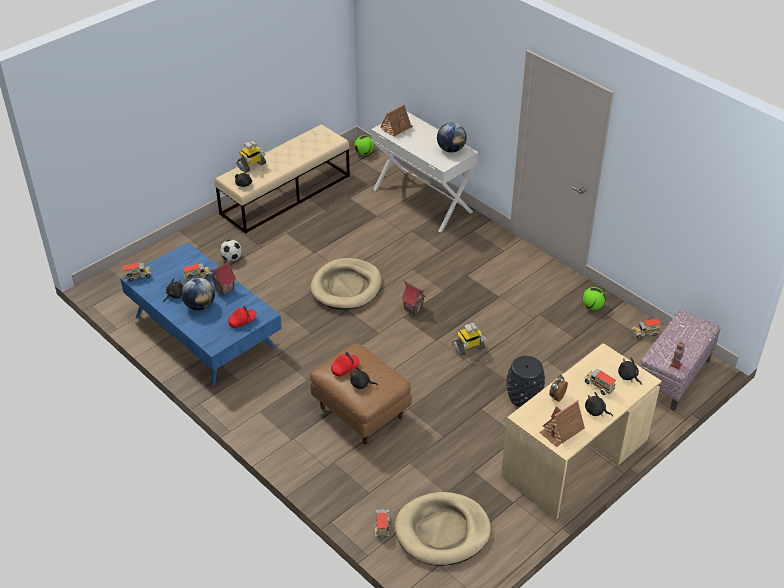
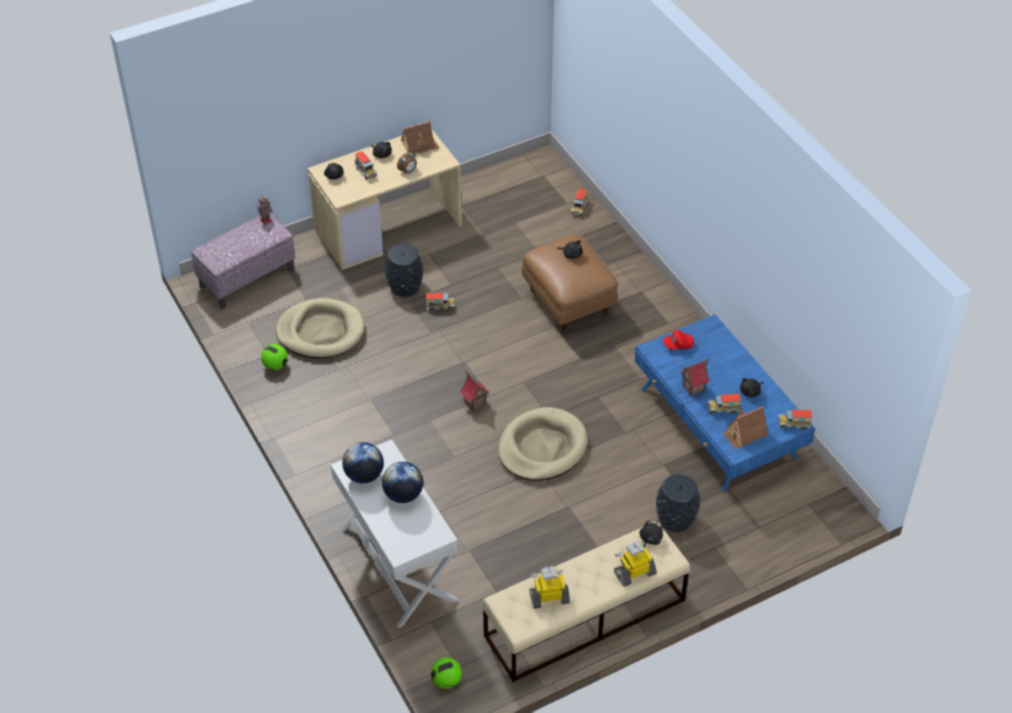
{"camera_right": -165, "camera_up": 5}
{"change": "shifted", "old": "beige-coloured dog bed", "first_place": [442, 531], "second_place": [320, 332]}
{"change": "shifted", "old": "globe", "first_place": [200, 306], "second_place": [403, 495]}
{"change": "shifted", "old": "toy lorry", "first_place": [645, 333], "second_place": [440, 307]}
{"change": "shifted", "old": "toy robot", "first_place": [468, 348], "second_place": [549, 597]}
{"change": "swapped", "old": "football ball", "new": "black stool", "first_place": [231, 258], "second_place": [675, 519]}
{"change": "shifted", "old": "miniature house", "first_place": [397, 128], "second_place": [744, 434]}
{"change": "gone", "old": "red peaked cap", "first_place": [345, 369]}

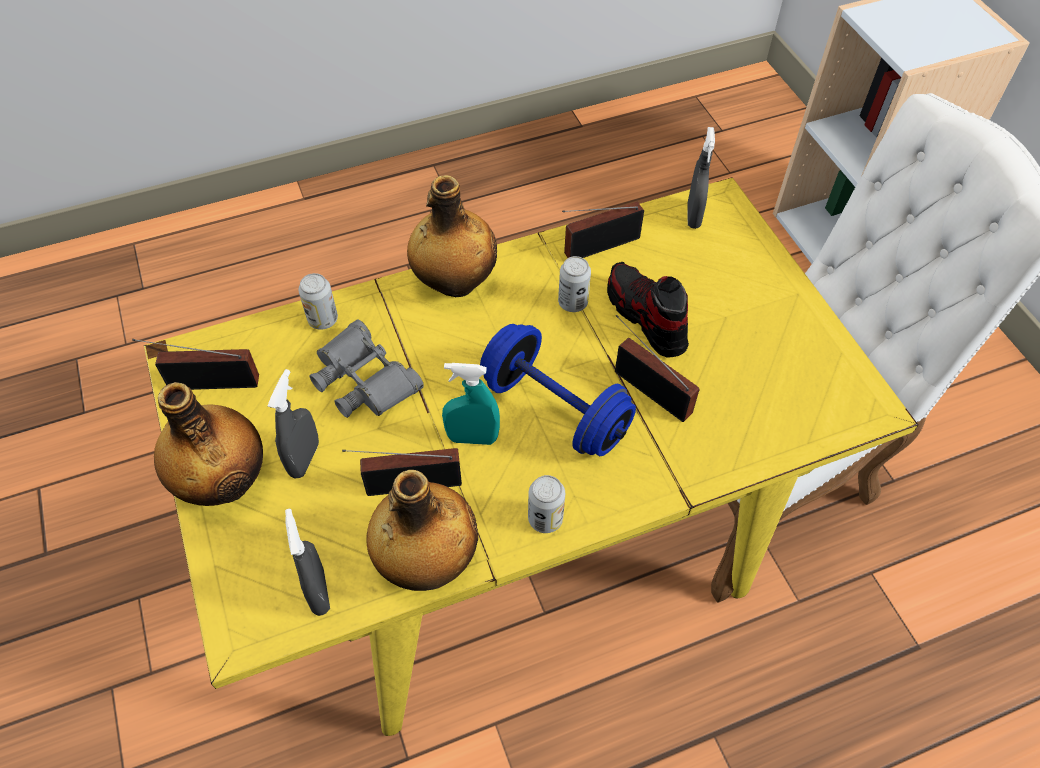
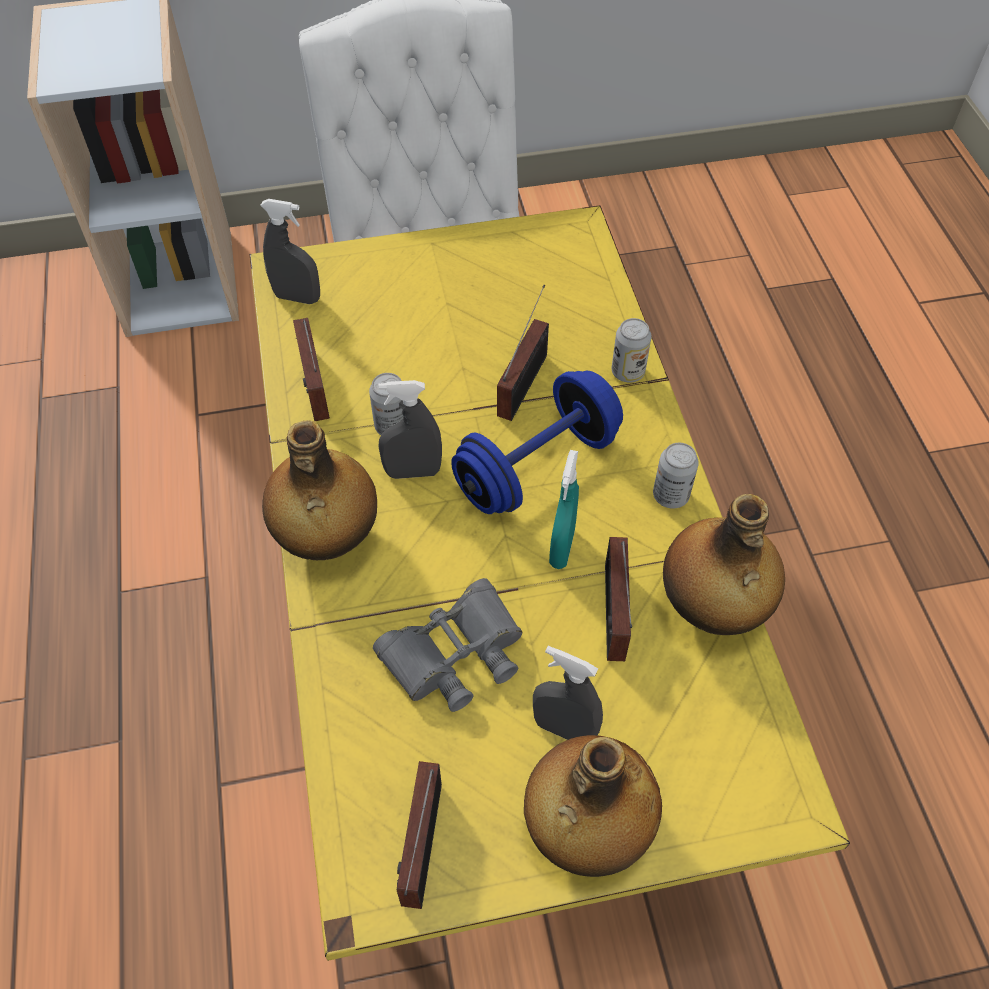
{"camera_right": -80, "camera_up": 0}
{"change": "shifted", "old": "greyish hand sprayer", "first_place": [319, 591], "second_place": [413, 472]}
{"change": "rotated", "old": "radio", "first_place": [649, 389], "second_place": [525, 382], "degrees": 150}
{"change": "shifted", "old": "can", "first_place": [323, 320], "second_place": [628, 372]}
{"change": "gone", "old": "low shoe", "first_place": [646, 317]}

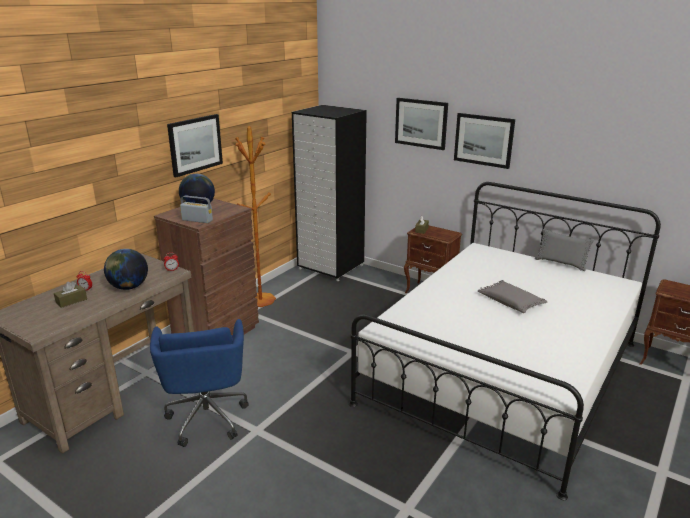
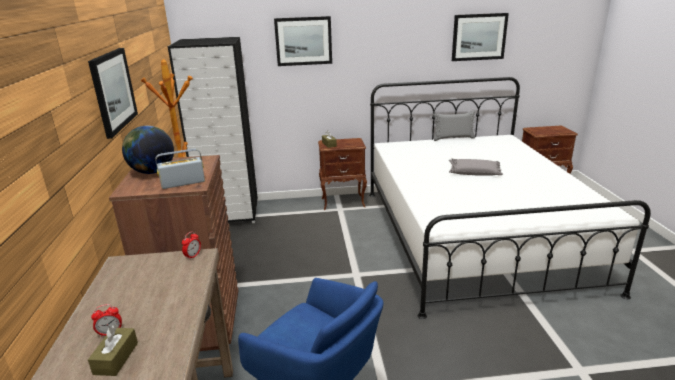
{"camera_right": -40, "camera_up": 0}
{"change": "shifted", "old": "wall picture", "first_place": [483, 140], "second_place": [479, 37]}
{"change": "gone", "old": "globe", "first_place": [128, 287]}

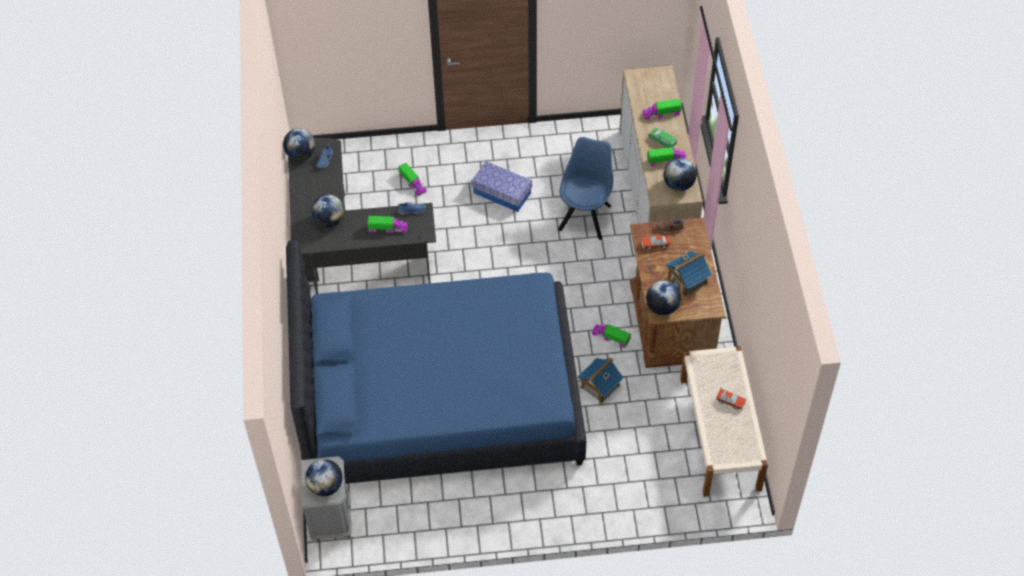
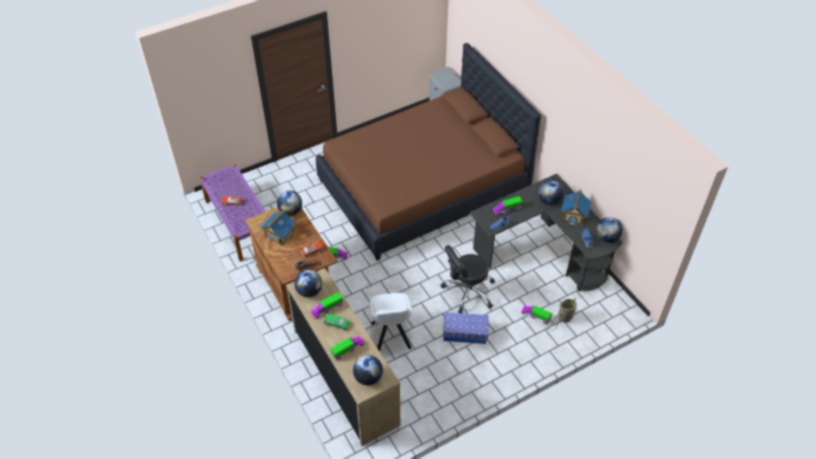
{"camera_right": 155, "camera_up": -5}
{"change": "repainted", "old": "beige-coloured bench", "new": "purple bench", "first_place": [720, 433], "second_place": [239, 223]}
{"change": "repainted", "old": "blue bed", "new": "brown-coloured bed", "first_place": [439, 398], "second_place": [424, 186]}
{"change": "shifted", "old": "globe", "first_place": [325, 486], "second_place": [368, 378]}
{"change": "repainted", "old": "blue upright chair", "new": "white upright chair", "first_place": [585, 217], "second_place": [391, 335]}
{"change": "new", "new": "black desk chair", "second_place": [466, 292]}
{"change": "new", "new": "basket", "second_place": [564, 318]}
{"change": "shifted", "old": "miniature house", "first_place": [599, 386], "second_place": [574, 215]}

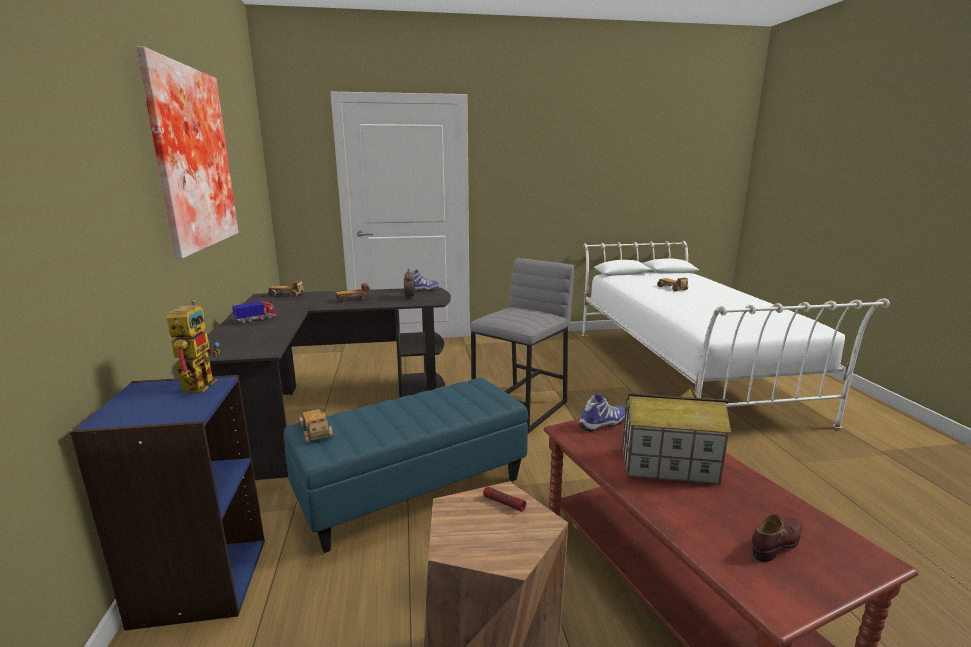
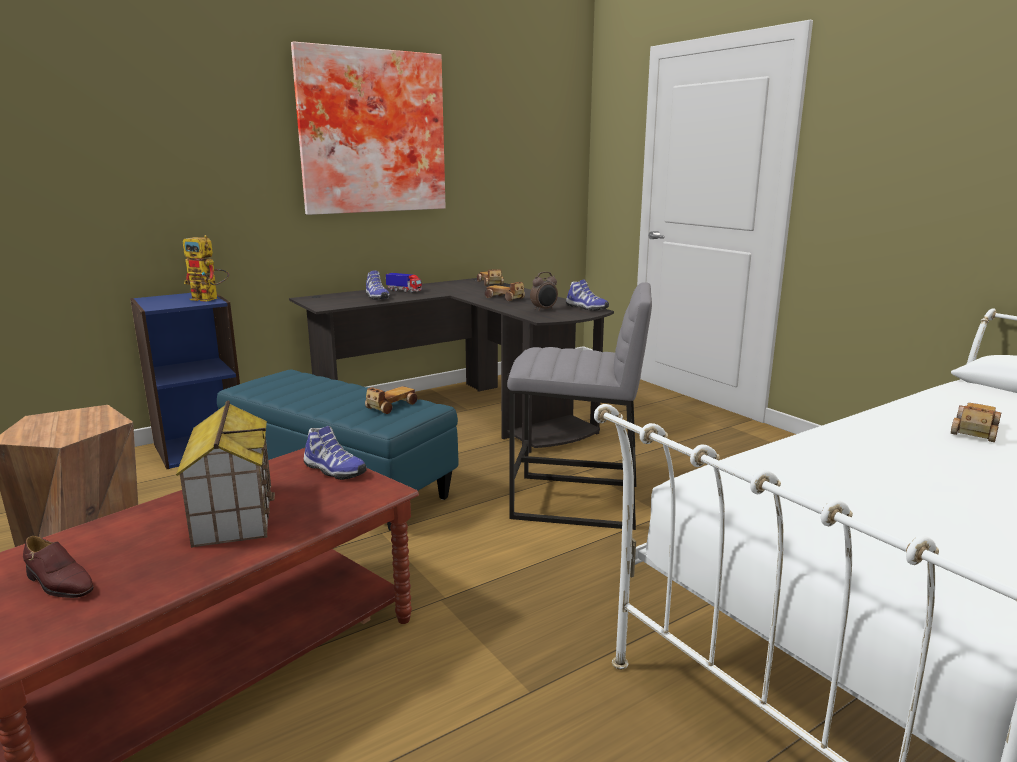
{"camera_right": 65, "camera_up": 0}
{"change": "rotated", "old": "toy robot", "first_place": [200, 383], "second_place": [210, 299], "degrees": 45}
{"change": "shifted", "old": "miniature car", "first_place": [316, 432], "second_place": [391, 406]}
{"change": "new", "new": "low shoe", "second_place": [376, 297]}
{"change": "gone", "old": "hand torch", "first_place": [503, 503]}

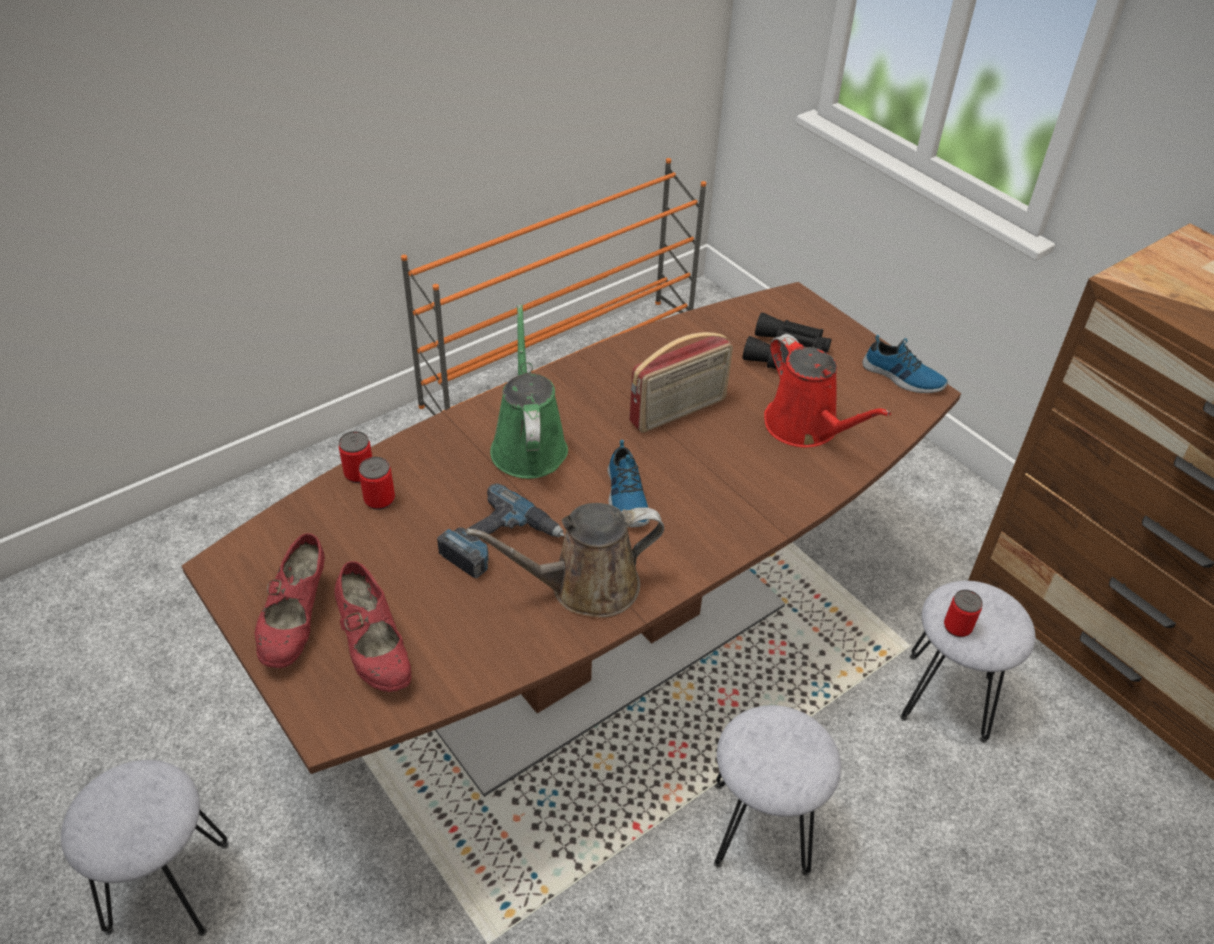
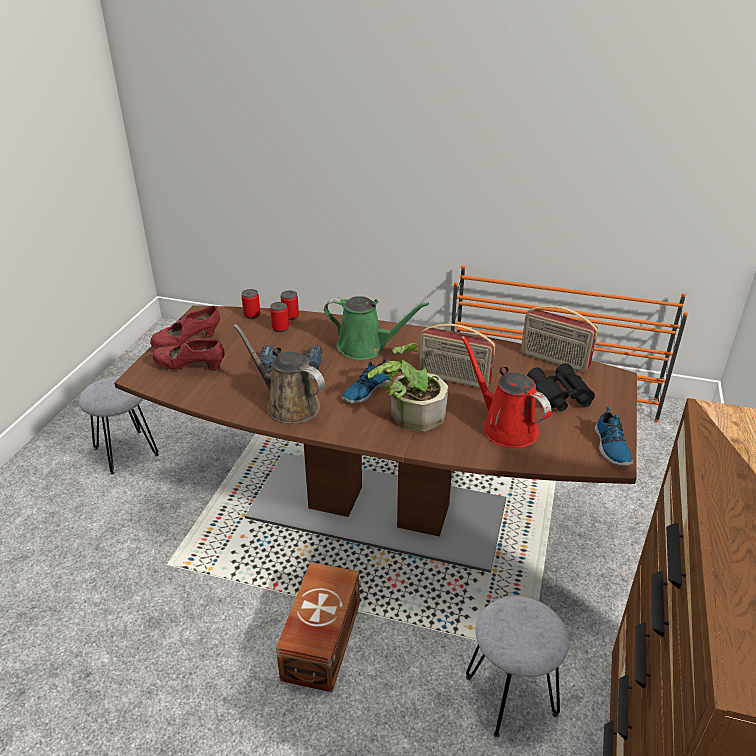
{"camera_right": 55, "camera_up": -10}
{"change": "rotated", "old": "red low shoe", "first_place": [374, 650], "second_place": [191, 367], "degrees": 75}
{"change": "shifted", "old": "can", "first_place": [957, 627], "second_place": [252, 315]}
{"change": "swapped", "old": "greyish stool", "new": "brown-coloured storage bin", "first_place": [760, 828], "second_place": [319, 641]}
{"change": "rotated", "old": "greenish sprinkling can", "first_place": [528, 445], "second_place": [366, 347], "degrees": 60}
{"change": "new", "new": "potted plant", "second_place": [410, 414]}
{"change": "rotated", "old": "red sprinkling can", "first_place": [806, 427], "second_place": [505, 427], "degrees": 120}
{"change": "new", "new": "radio", "second_place": [554, 360]}

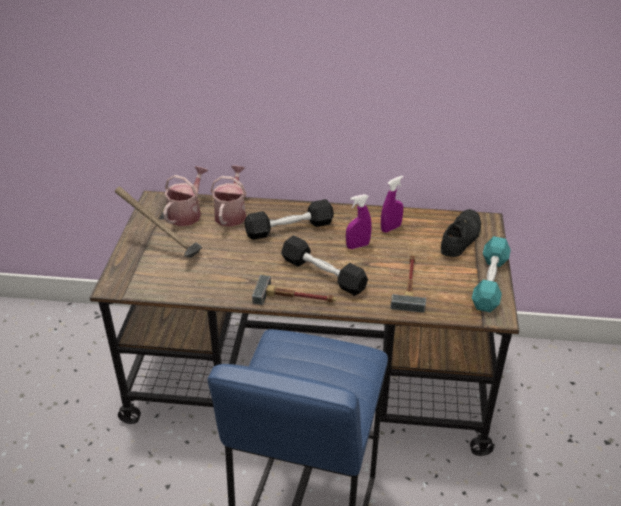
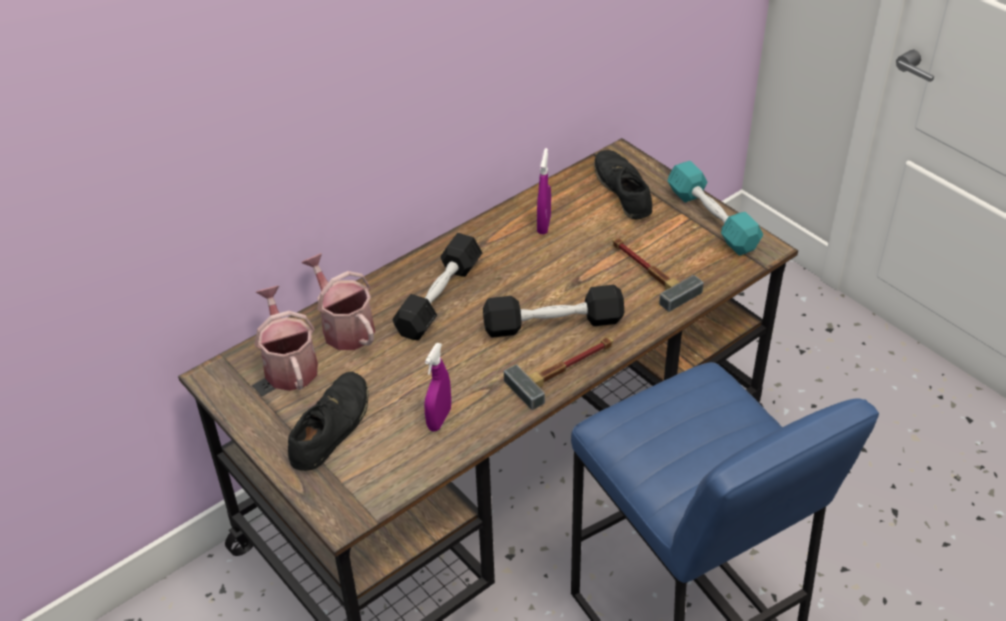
{"camera_right": -45, "camera_up": 5}
{"change": "swapped", "old": "hand hammer", "new": "black low shoe", "first_place": [163, 249], "second_place": [330, 427]}
{"change": "shifted", "old": "purple hand sprayer", "first_place": [357, 246], "second_place": [439, 419]}

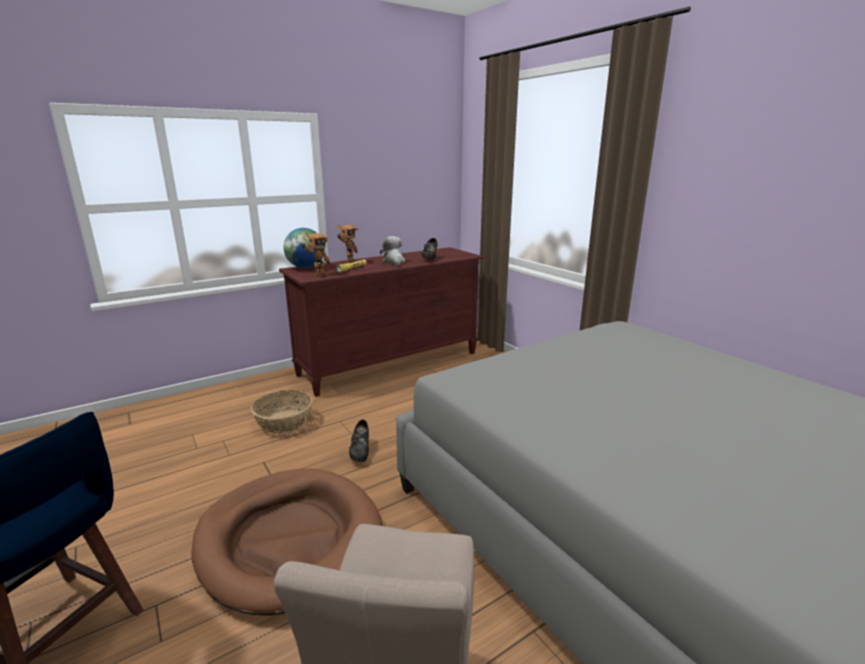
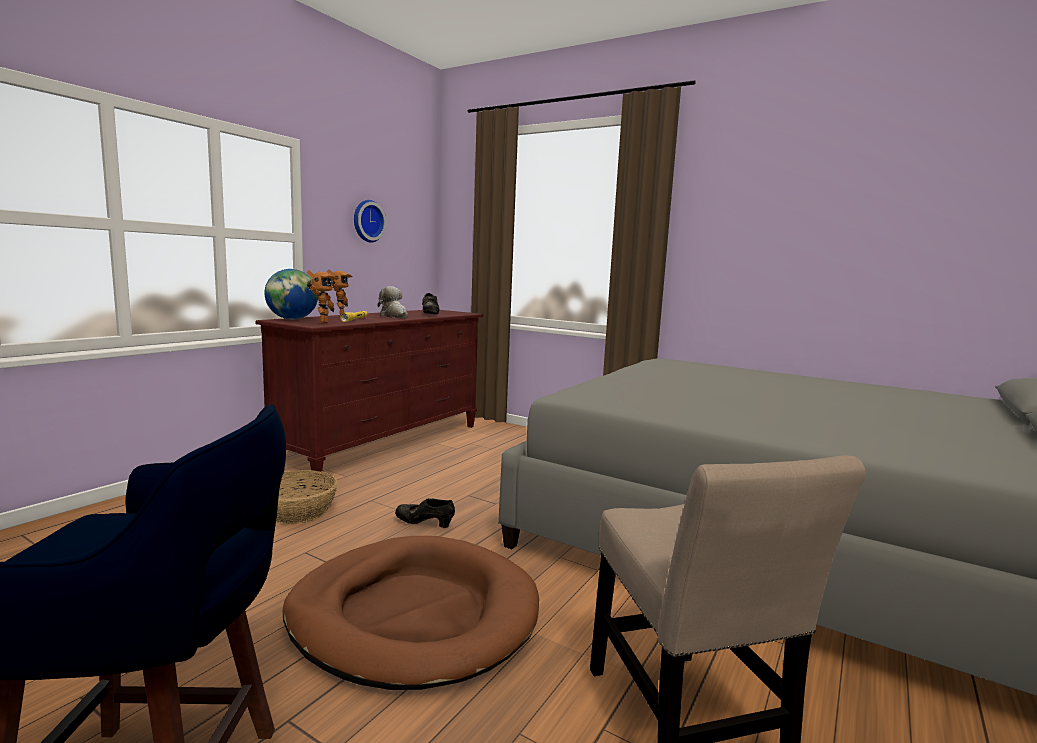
{"camera_right": -25, "camera_up": -10}
{"change": "new", "new": "wall clock", "second_place": [367, 221]}
{"change": "rotated", "old": "black low shoe", "first_place": [360, 452], "second_place": [424, 524], "degrees": 135}

